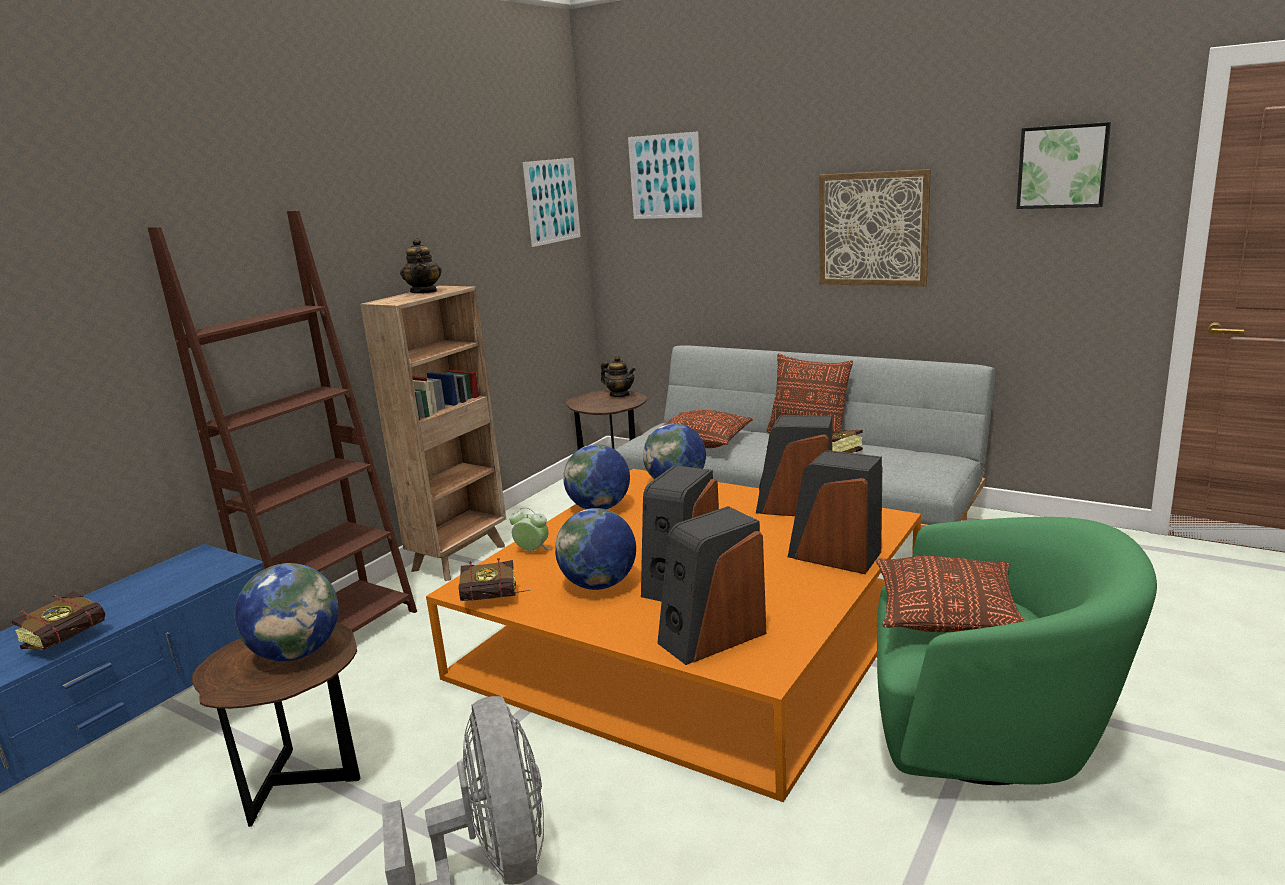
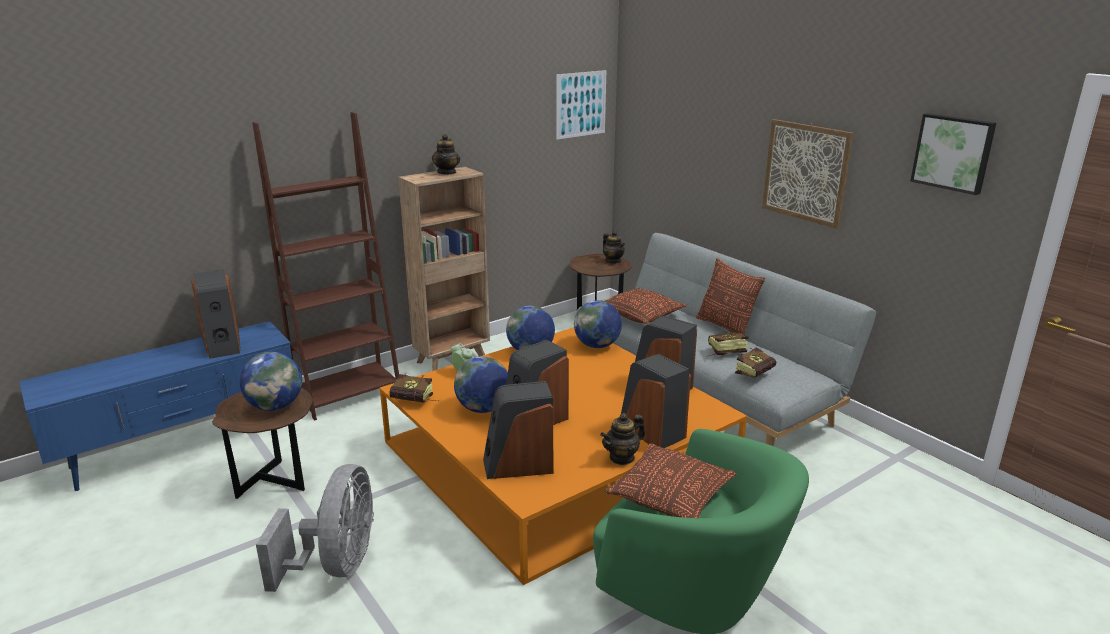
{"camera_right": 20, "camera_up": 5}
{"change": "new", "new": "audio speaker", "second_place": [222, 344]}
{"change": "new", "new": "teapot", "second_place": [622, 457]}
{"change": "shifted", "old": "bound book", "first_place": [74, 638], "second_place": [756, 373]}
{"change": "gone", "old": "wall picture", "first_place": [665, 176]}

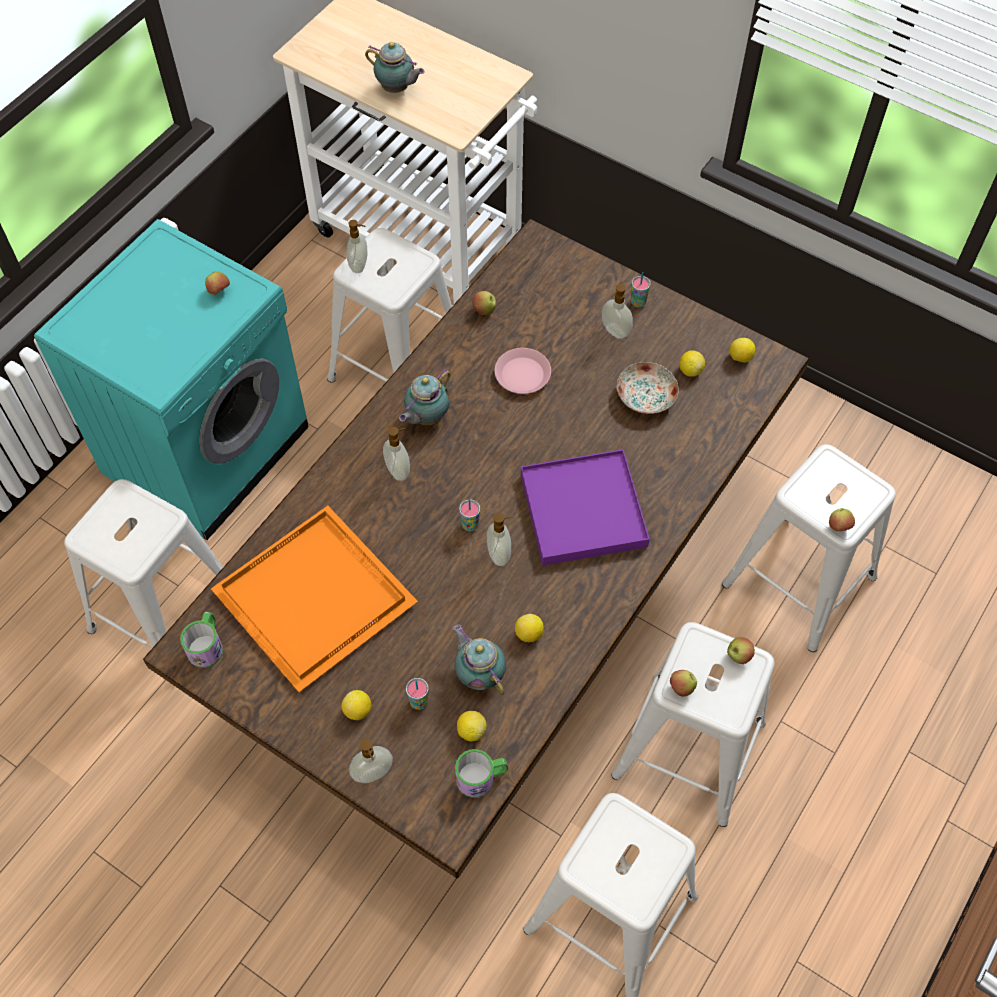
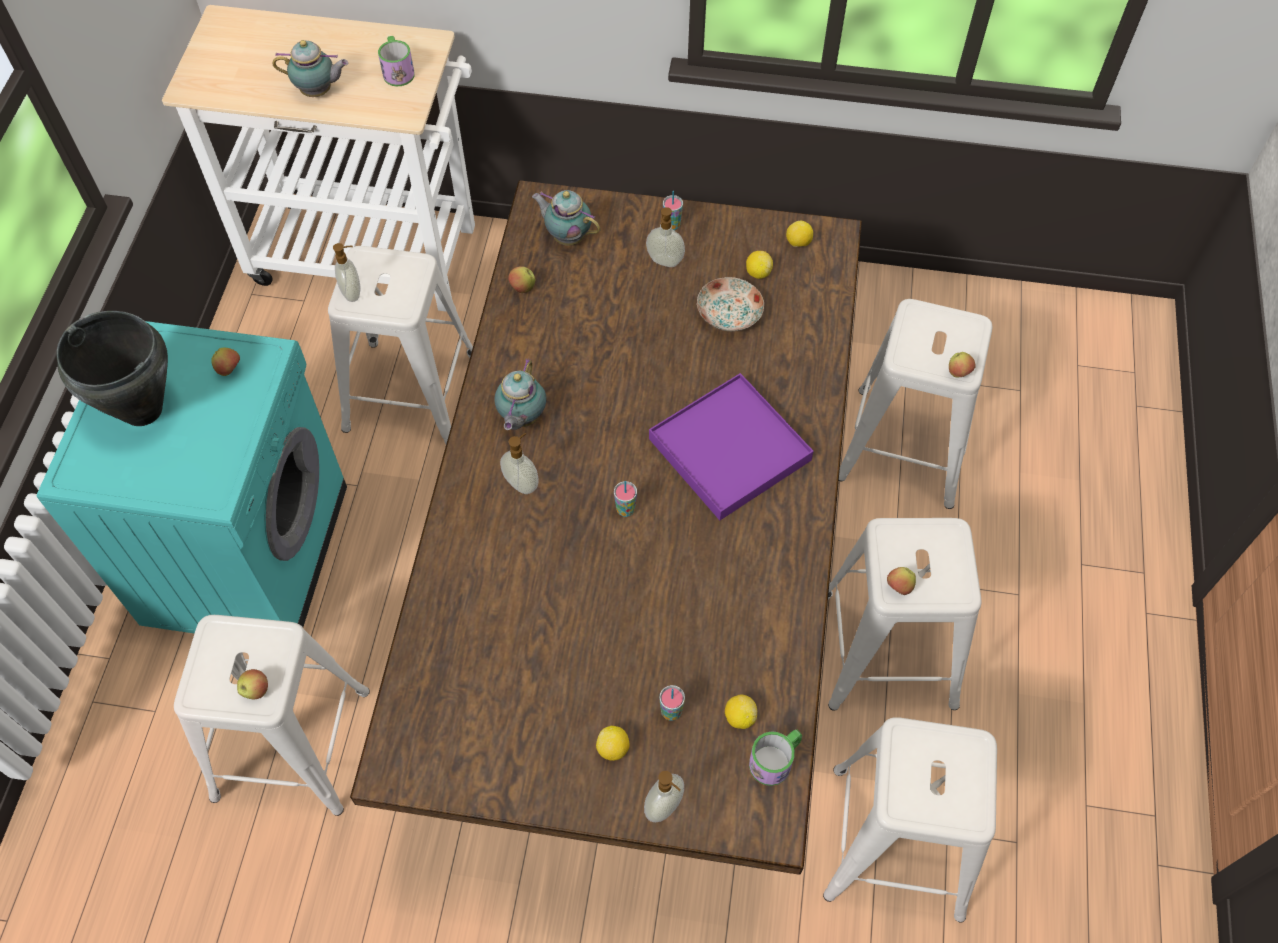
{"camera_right": -25, "camera_up": 0}
{"change": "new", "new": "black saucepot", "second_place": [142, 411]}
{"change": "shifted", "old": "apple fruit", "first_place": [738, 656], "second_place": [256, 690]}
{"change": "shifted", "old": "tea mug", "first_place": [207, 645], "second_place": [398, 71]}
{"change": "shifted", "old": "teapot", "first_place": [479, 674], "second_place": [567, 236]}
{"change": "gone", "old": "orange carrying tray", "first_place": [314, 602]}
{"change": "gone", "old": "liquid soap bottle", "first_place": [500, 554]}
{"change": "gone", "old": "pink flat dish", "first_place": [522, 374]}
{"change": "gone", "old": "citrus fruit", "first_place": [528, 634]}

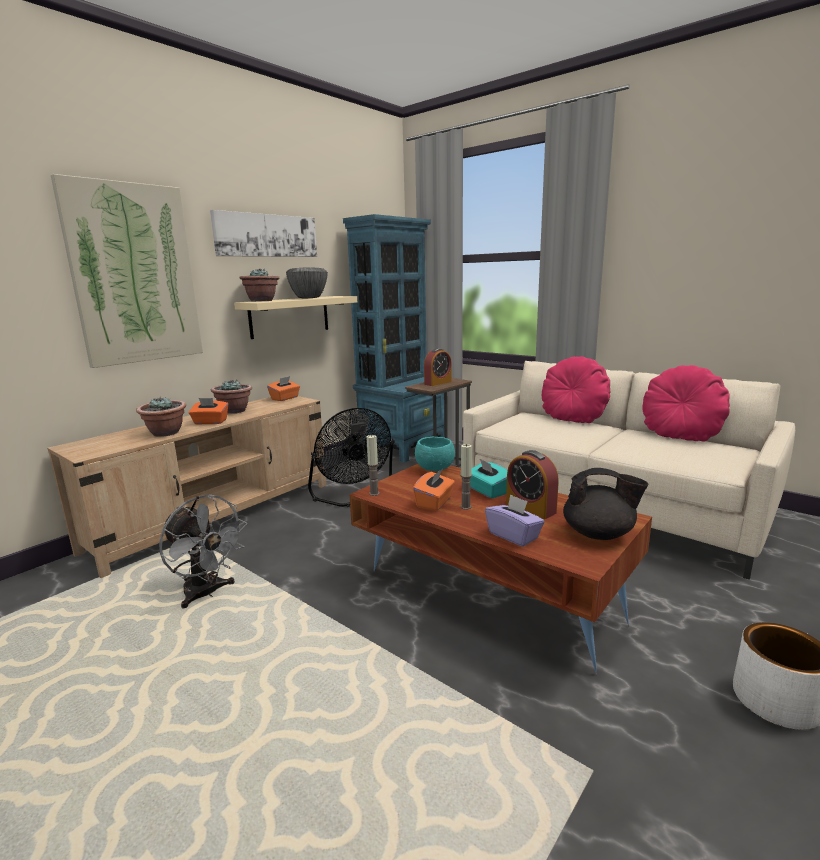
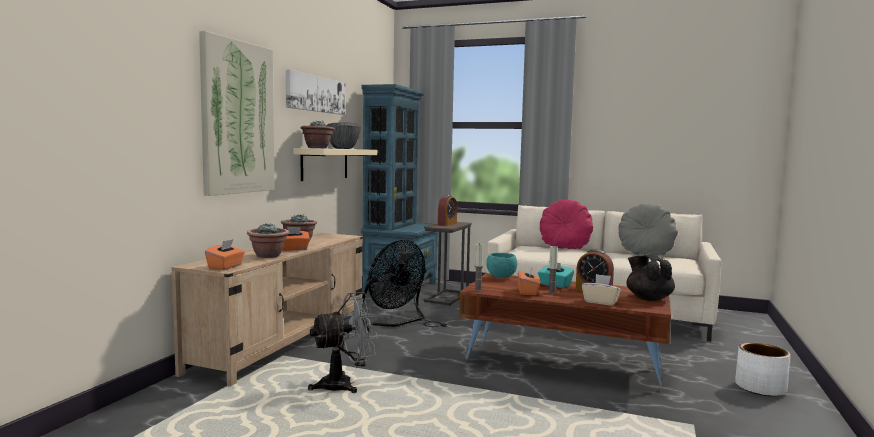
{"camera_right": -20, "camera_up": -10}
{"change": "shifted", "old": "orange tissue box", "first_place": [285, 398], "second_place": [225, 267]}
{"change": "rotated", "old": "greyish fan", "first_place": [207, 594], "second_place": [344, 385], "degrees": -45}
{"change": "repainted", "old": "purple tissue box", "new": "beige-coloured tissue box", "first_place": [514, 536], "second_place": [600, 302]}
{"change": "repainted", "old": "pink cushion", "new": "greyish cushion", "first_place": [680, 437], "second_place": [646, 254]}
{"change": "rotated", "old": "black teapot", "first_place": [599, 534], "second_place": [648, 298], "degrees": -105}

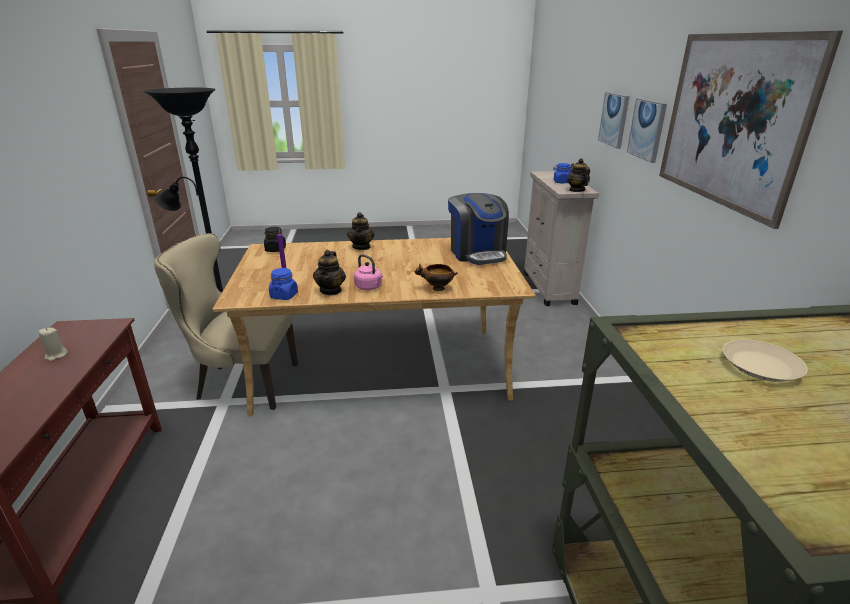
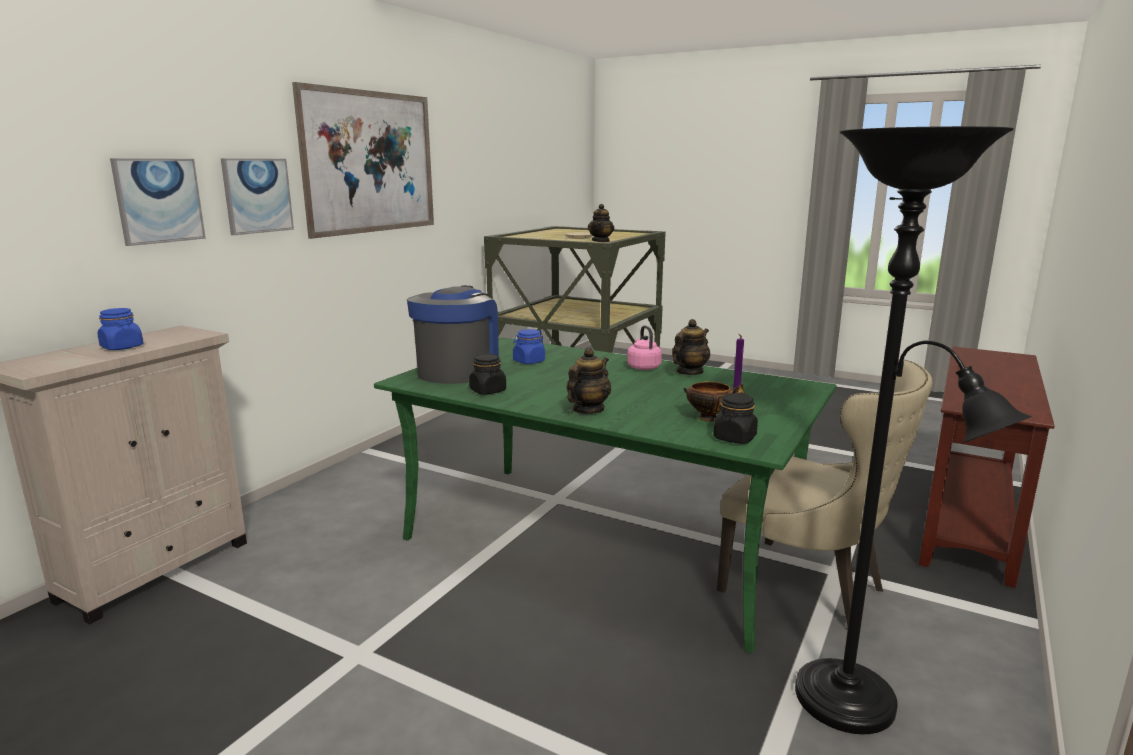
{"camera_right": -145, "camera_up": -10}
{"change": "repainted", "old": "beige-coloured kitchen table", "new": "greenish kitchen table", "first_place": [382, 368], "second_place": [600, 542]}
{"change": "new", "new": "black storage jar", "second_place": [488, 391]}
{"change": "shifted", "old": "blue storage jar", "first_place": [284, 295], "second_place": [529, 361]}
{"change": "shifted", "old": "teapot", "first_place": [576, 190], "second_place": [601, 241]}
{"change": "shifted", "old": "bowl", "first_place": [437, 289], "second_place": [710, 418]}
{"change": "gone", "old": "beige-coloured wax candle", "first_place": [56, 355]}

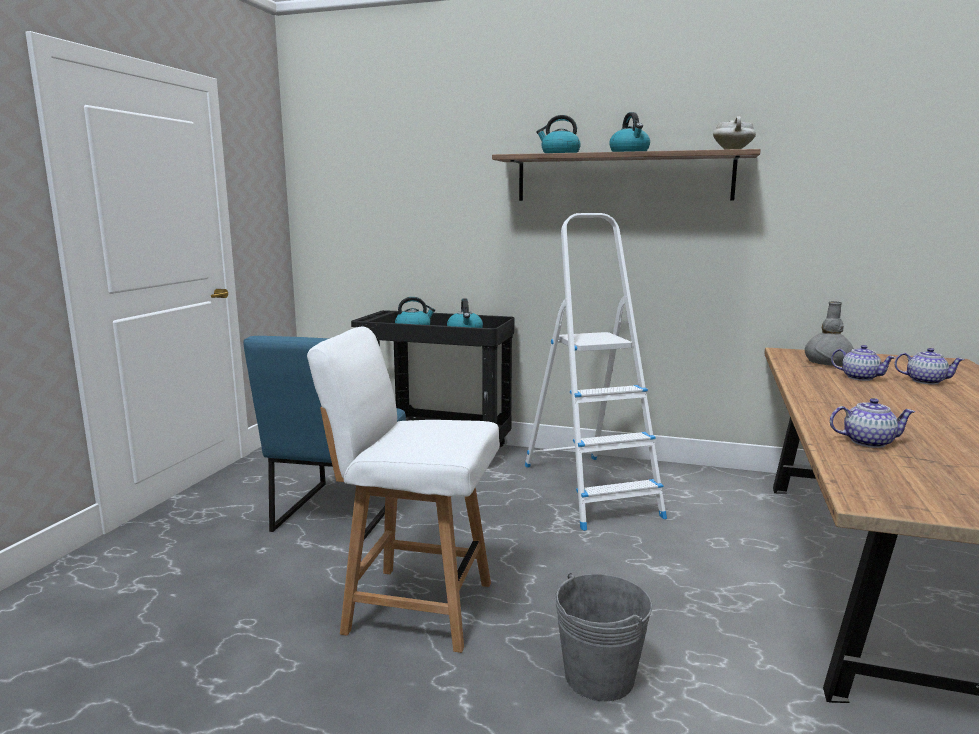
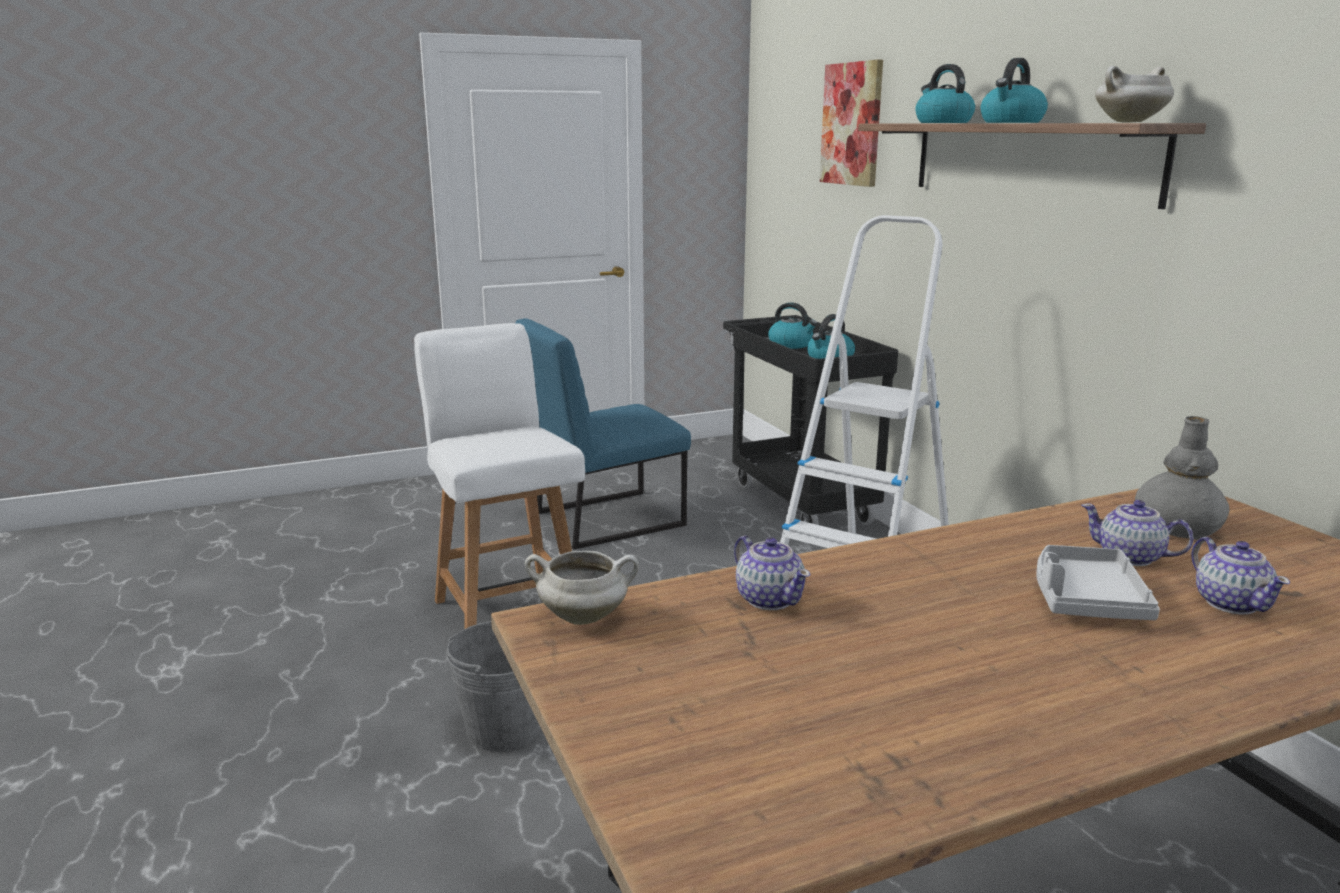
{"camera_right": 50, "camera_up": 5}
{"change": "new", "new": "white saucepot", "second_place": [584, 617]}
{"change": "new", "new": "wall picture", "second_place": [852, 124]}
{"change": "new", "new": "greyish carrying tray", "second_place": [1085, 599]}
{"change": "rotated", "old": "teapot", "first_place": [859, 377], "second_place": [1130, 557], "degrees": 120}

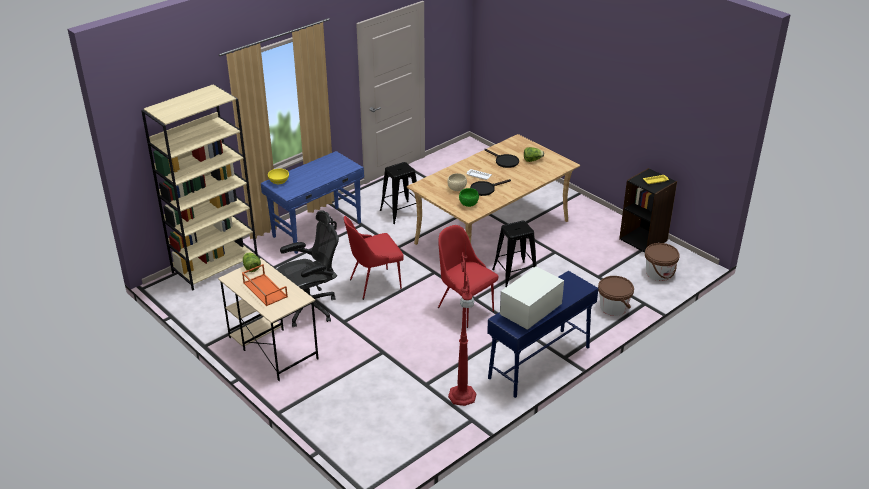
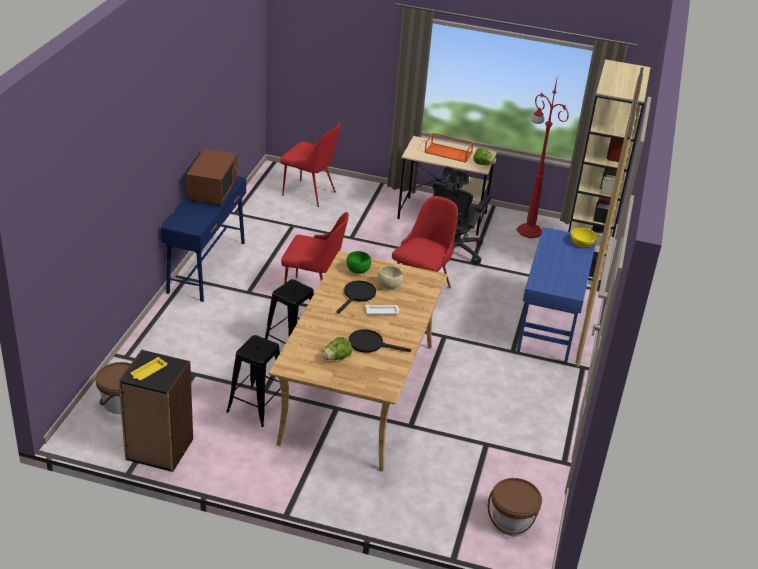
{"camera_right": 145, "camera_up": 0}
{"change": "repainted", "old": "white microwave", "new": "brown-coloured microwave", "first_place": [531, 311], "second_place": [212, 191]}
{"change": "shifted", "old": "black stool", "first_place": [401, 212], "second_place": [257, 405]}
{"change": "new", "new": "red upright chair", "second_place": [309, 193]}
{"change": "shifted", "old": "brown-coloured water bucket", "first_place": [613, 307], "second_place": [511, 522]}
{"change": "shifted", "old": "red floor lamp", "first_place": [462, 397], "second_place": [528, 230]}

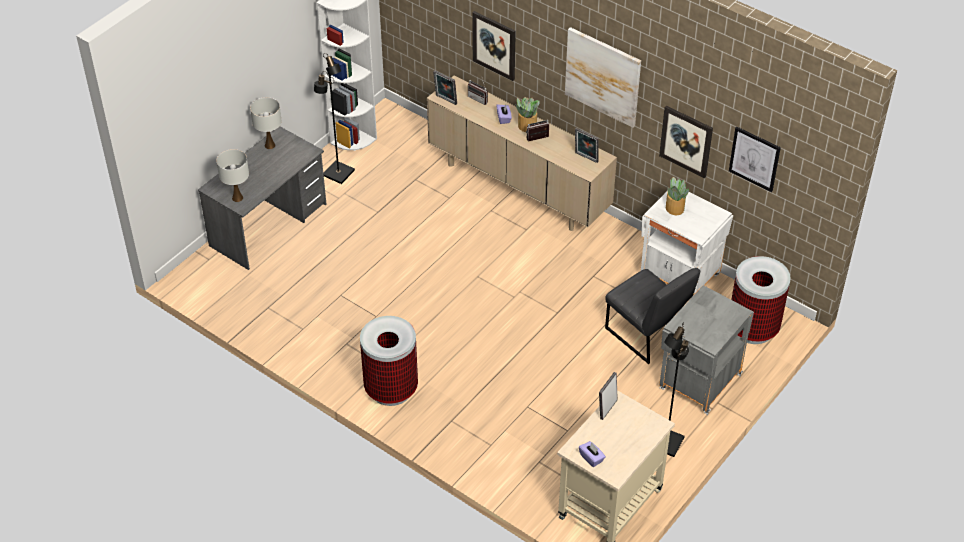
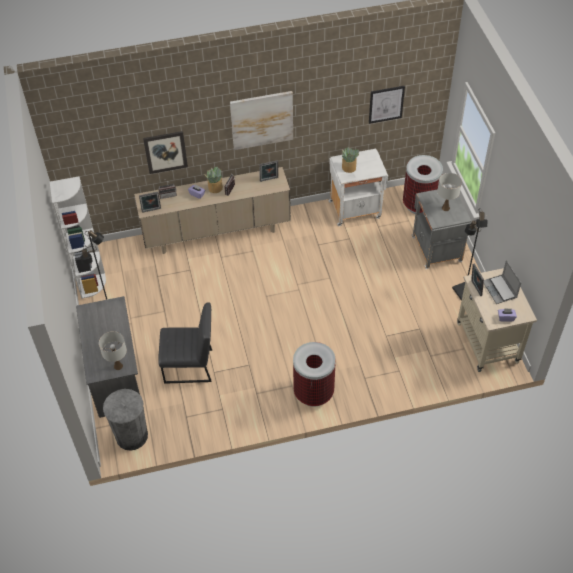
{"camera_right": -50, "camera_up": 5}
{"change": "new", "new": "greyish trash can", "second_place": [131, 436]}
{"change": "shifted", "old": "greyish upright chair", "first_place": [646, 335], "second_place": [190, 366]}
{"change": "shifted", "old": "white table lamp", "first_place": [269, 145], "second_place": [445, 208]}
{"change": "new", "new": "laptop", "second_place": [500, 290]}
{"change": "gone", "old": "wall picture", "first_place": [686, 141]}

